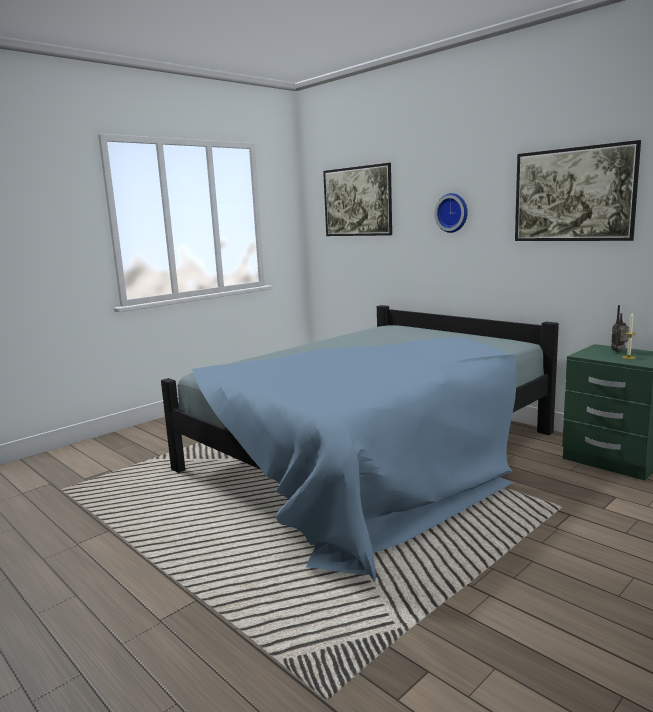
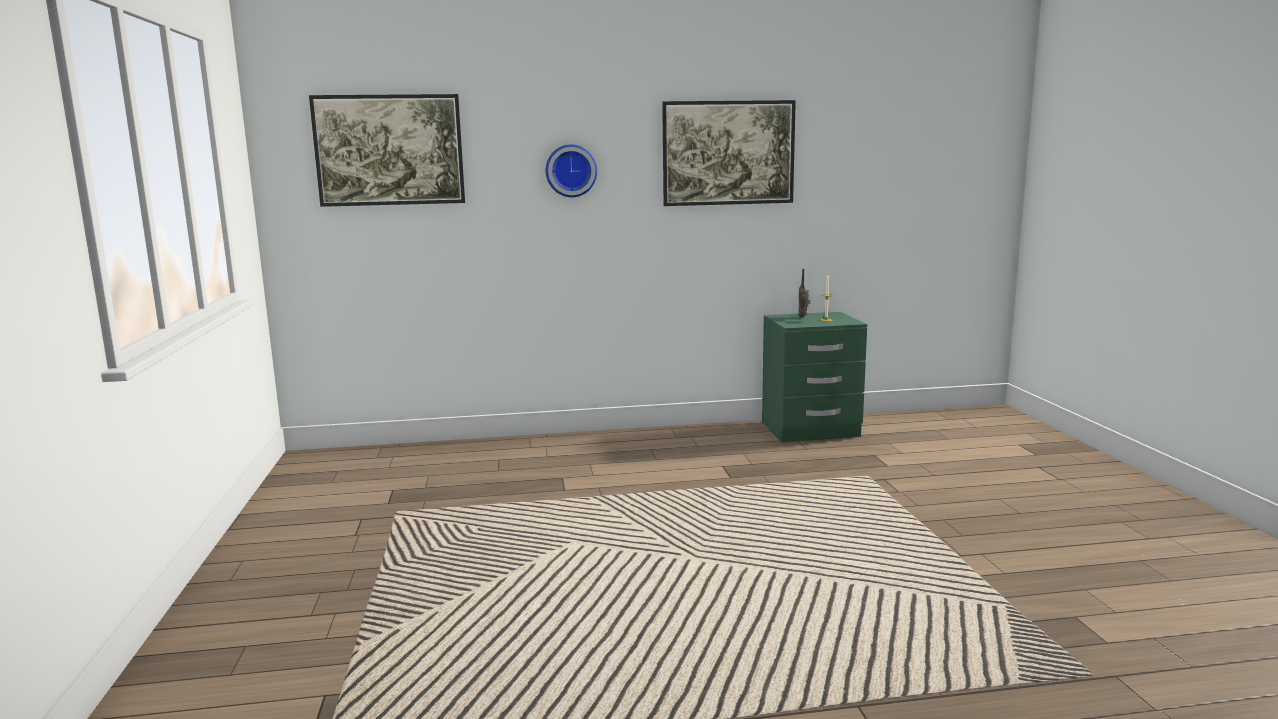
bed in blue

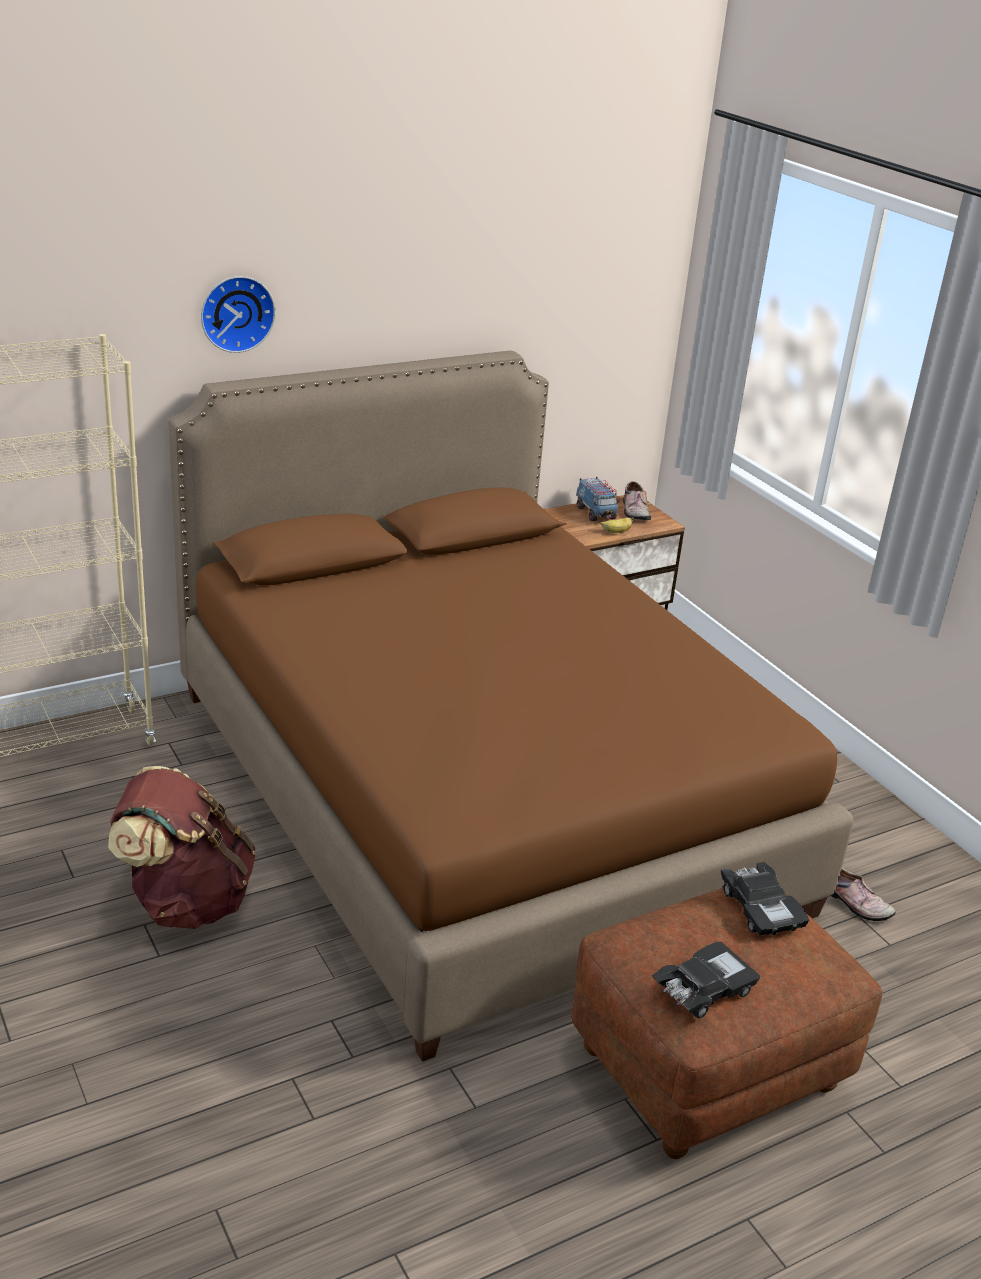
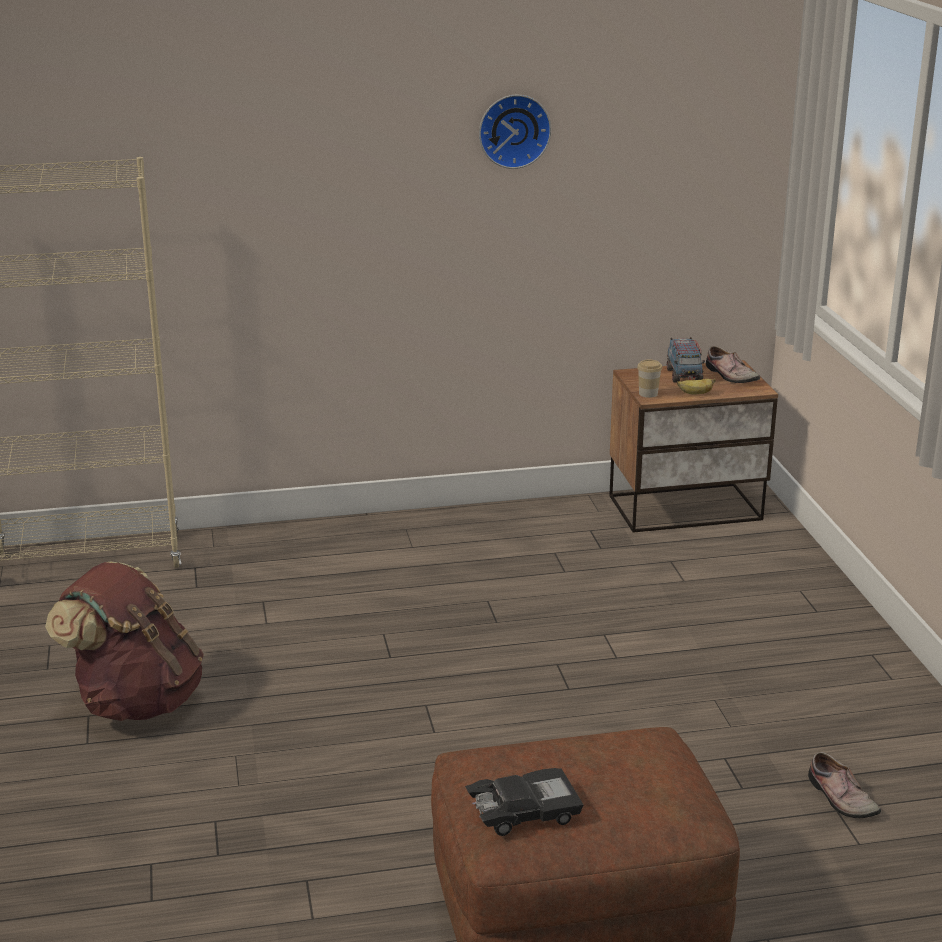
wall clock
bed in brown
shoe (1st from left)
toy car in black (2nd from left in the first image)
cup

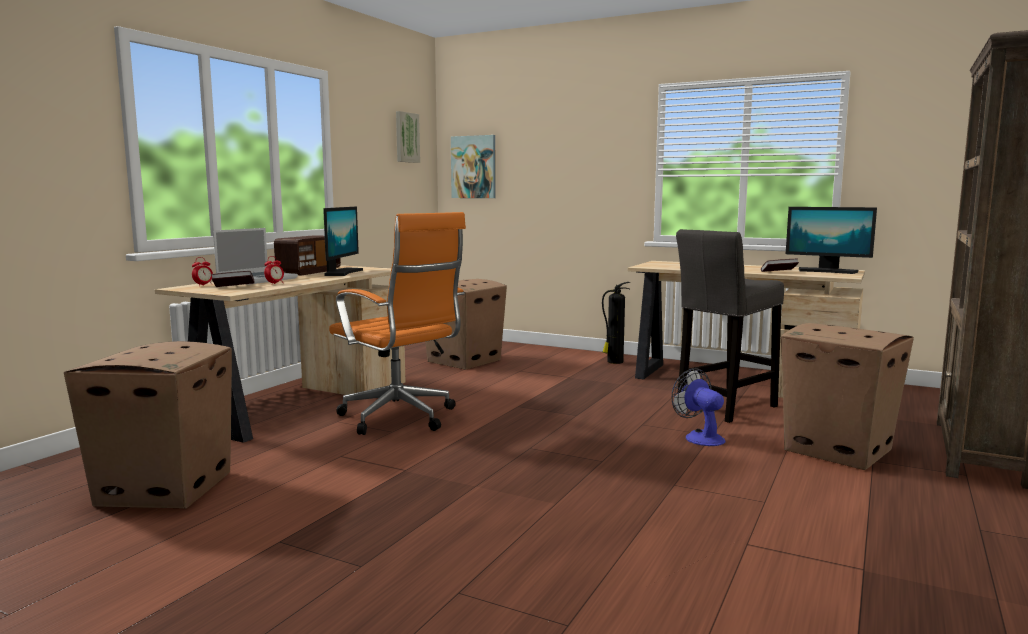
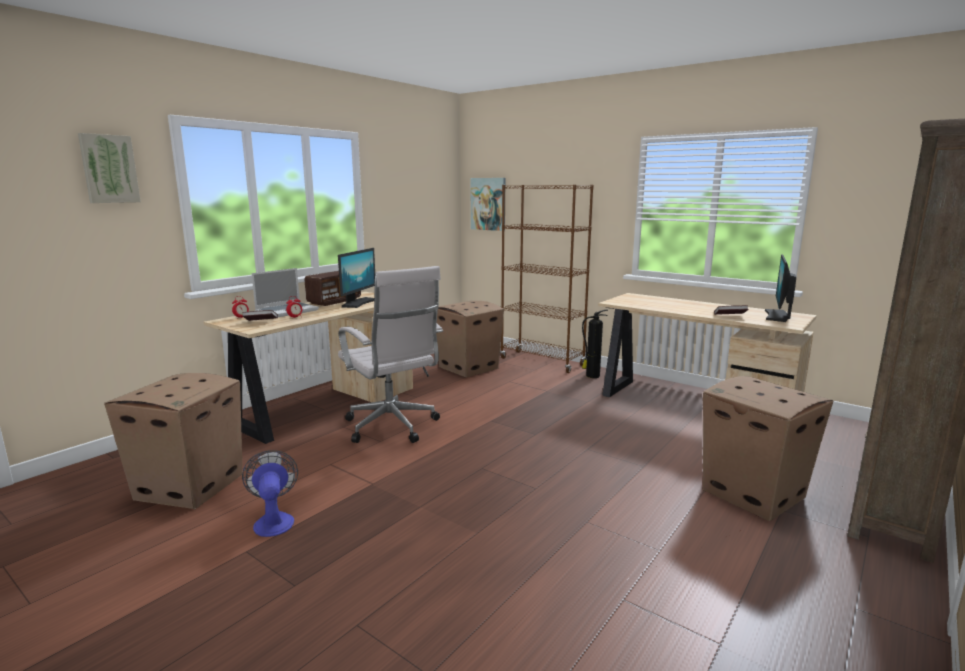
picture (1st from left)
monitor (2nd from left)
office chair in white
stool in grey
fan
bookcase in brown (1st from left)

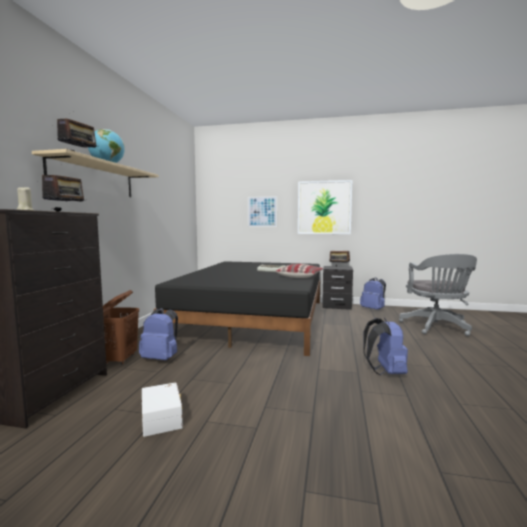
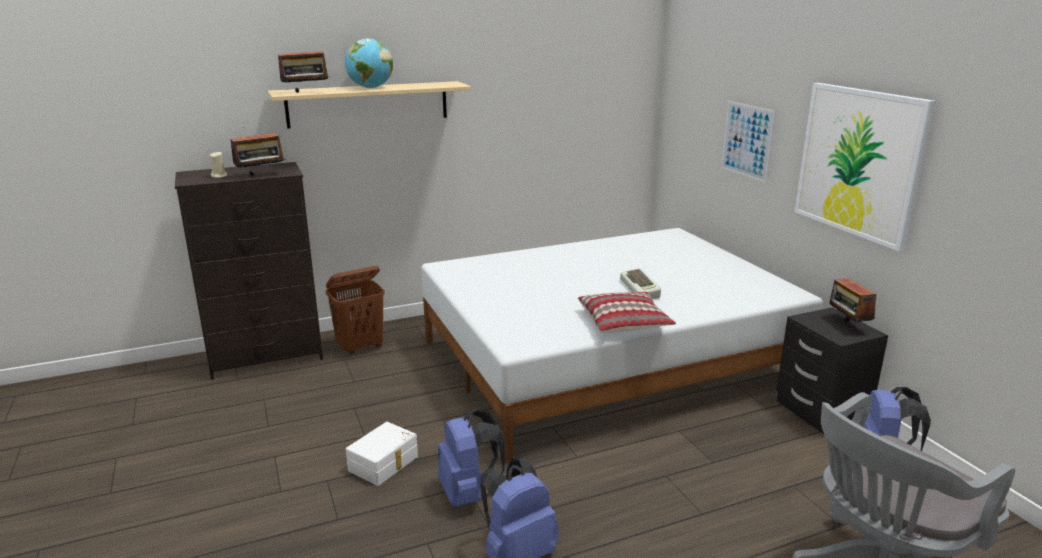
bed in white
backpack in blue (1st from left)
storage box in white

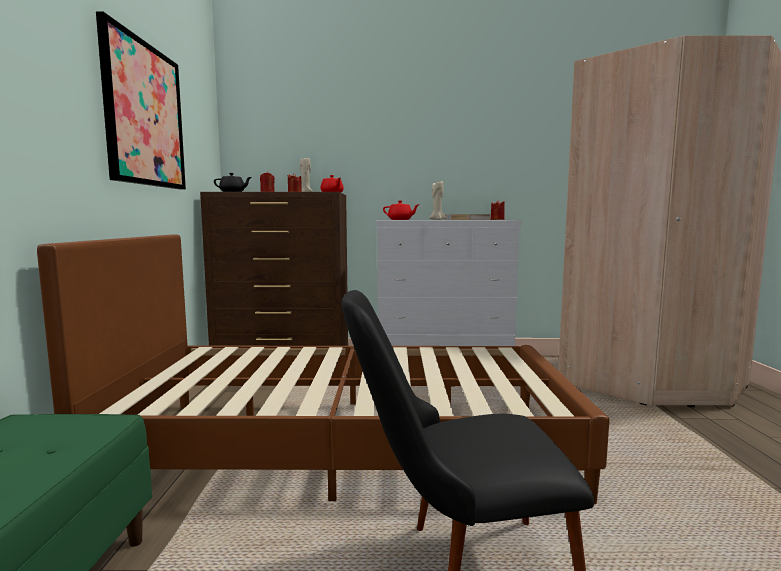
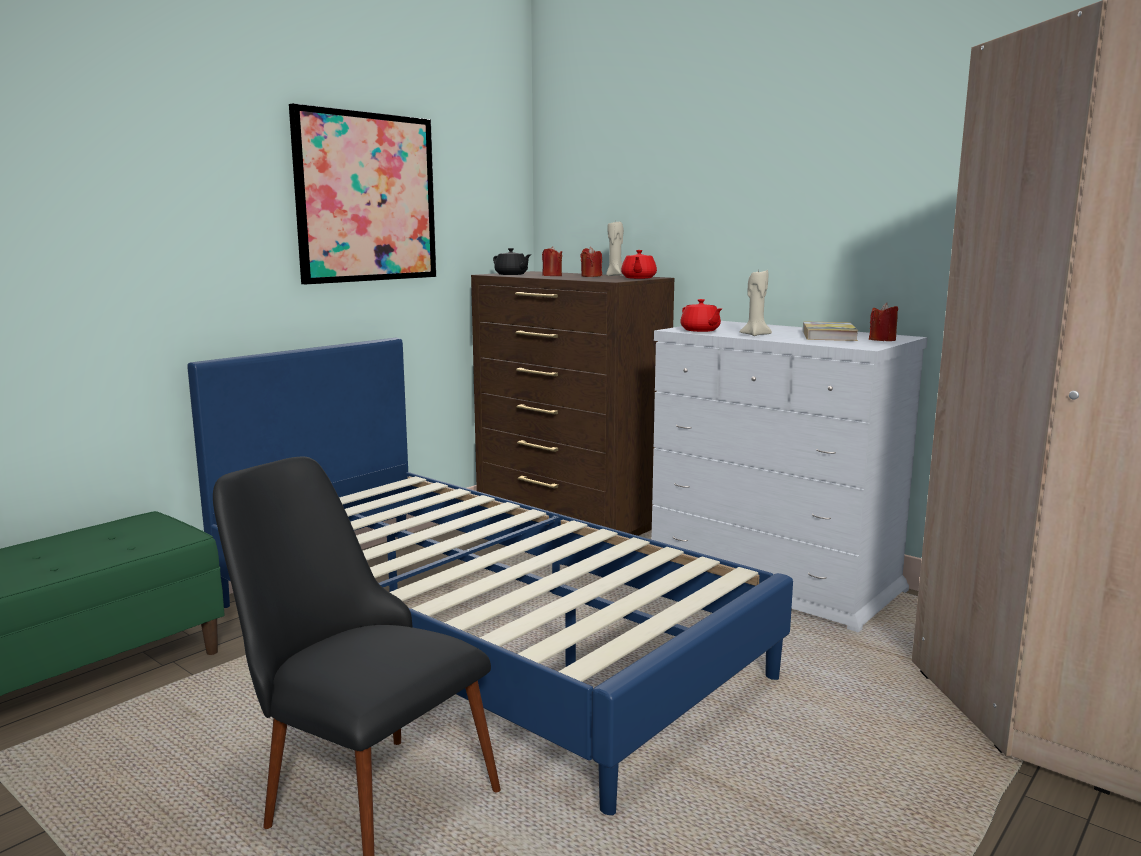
bed in blue

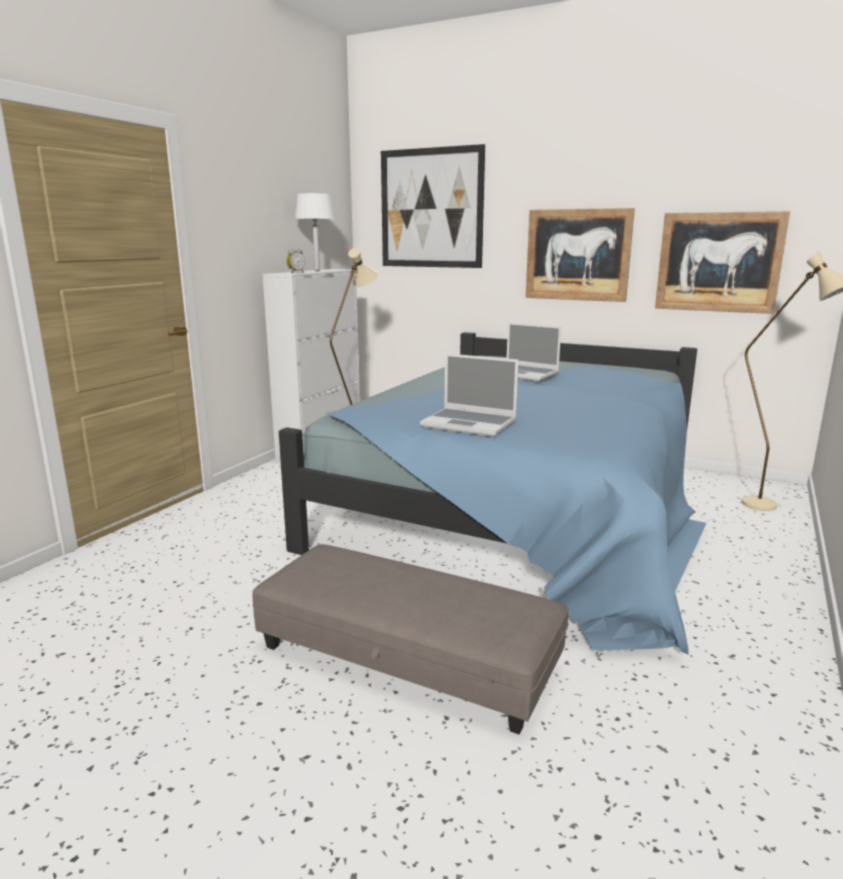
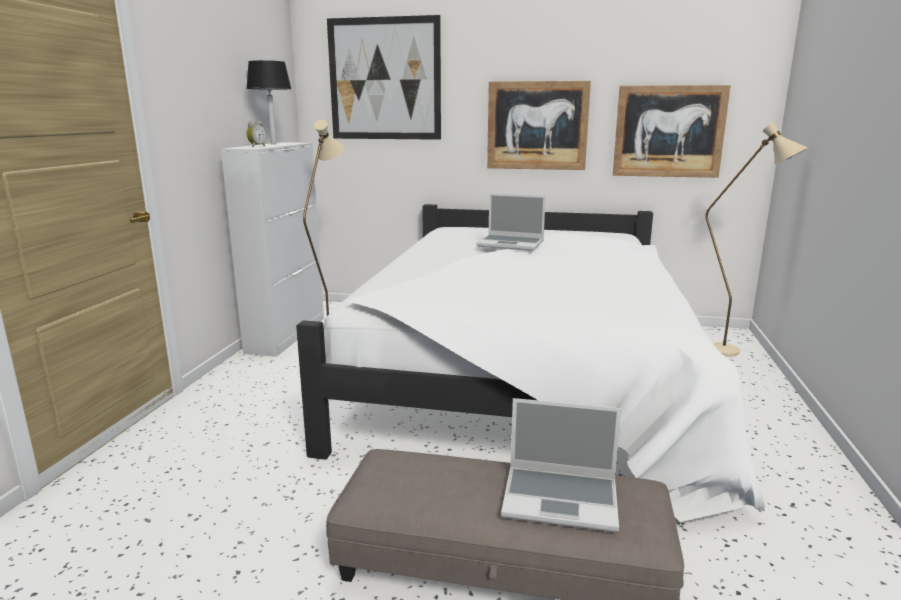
table lamp in black
bed in white
laptop (2nd from left)

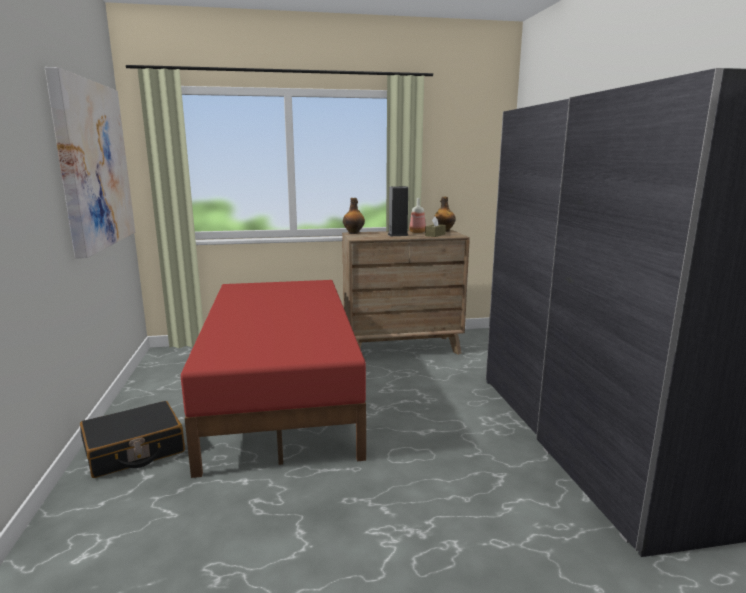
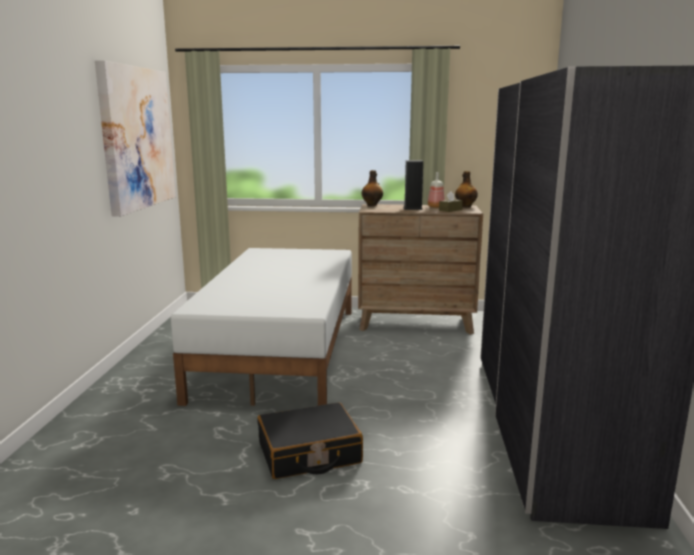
bed in white
suitcase in black

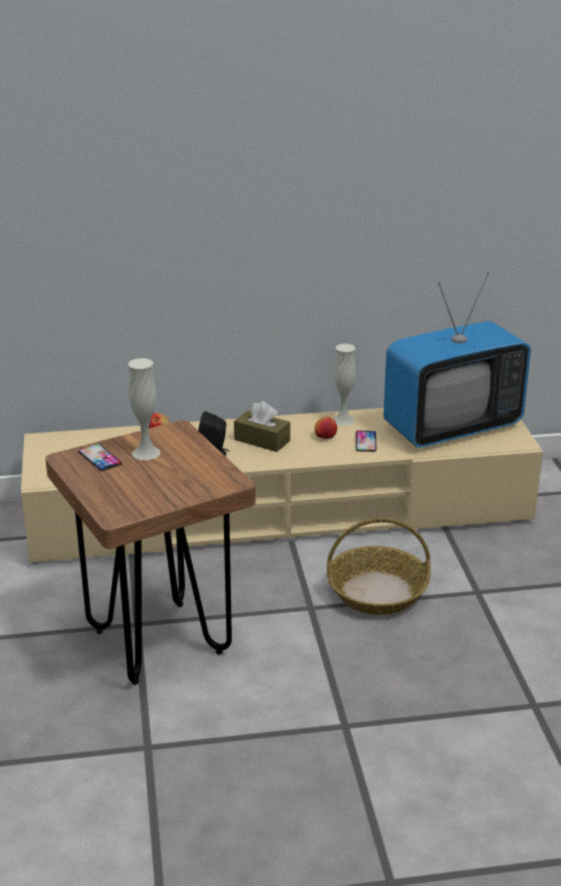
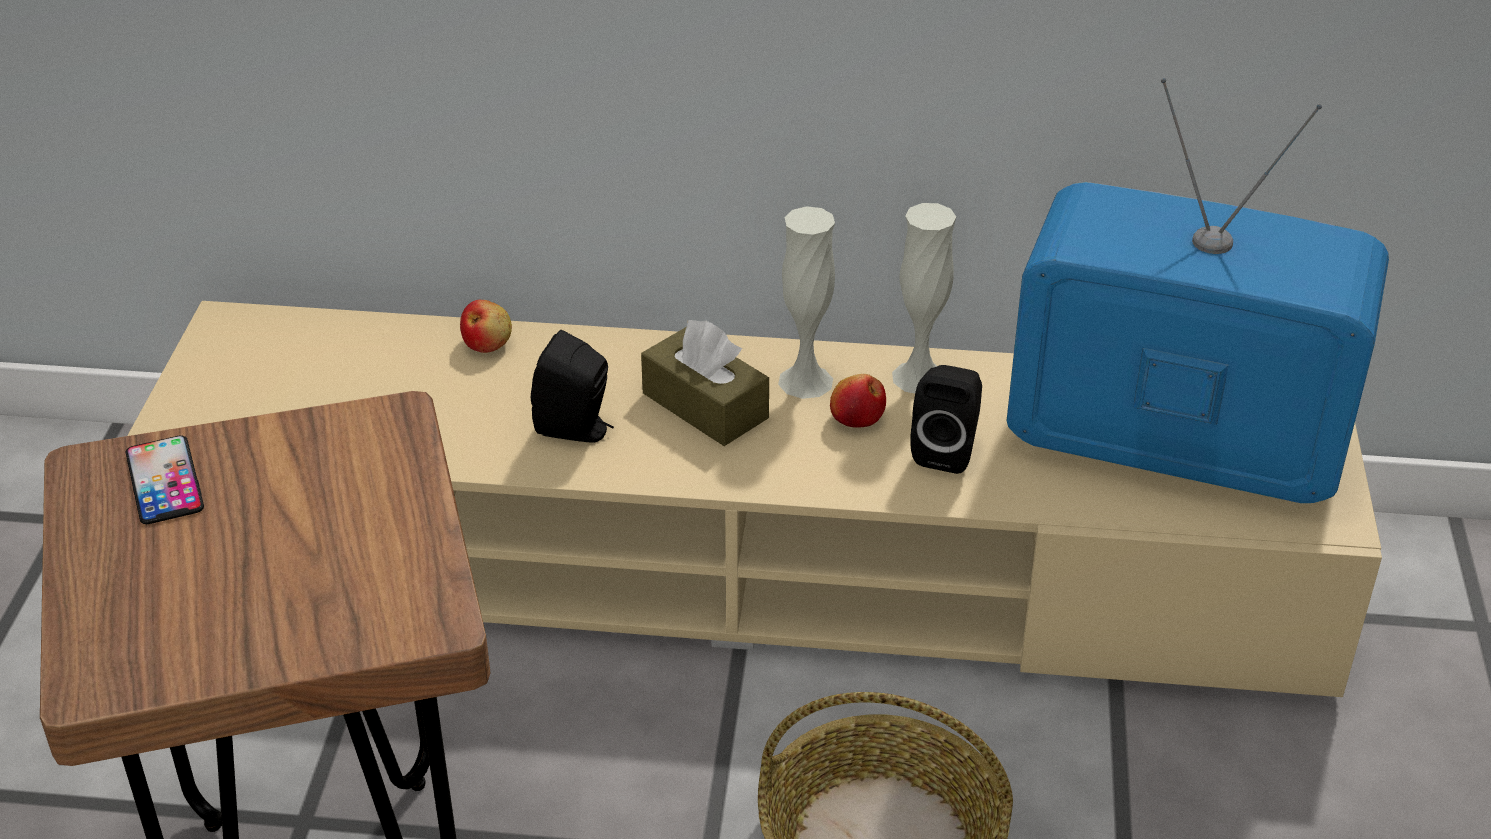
television
vase in white (1st from left)
speaker in black (2nd from left)

